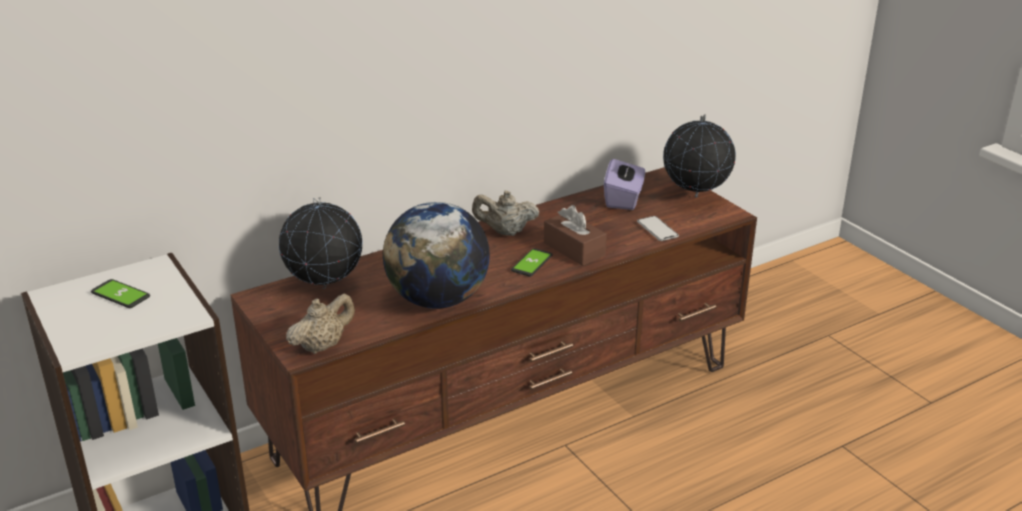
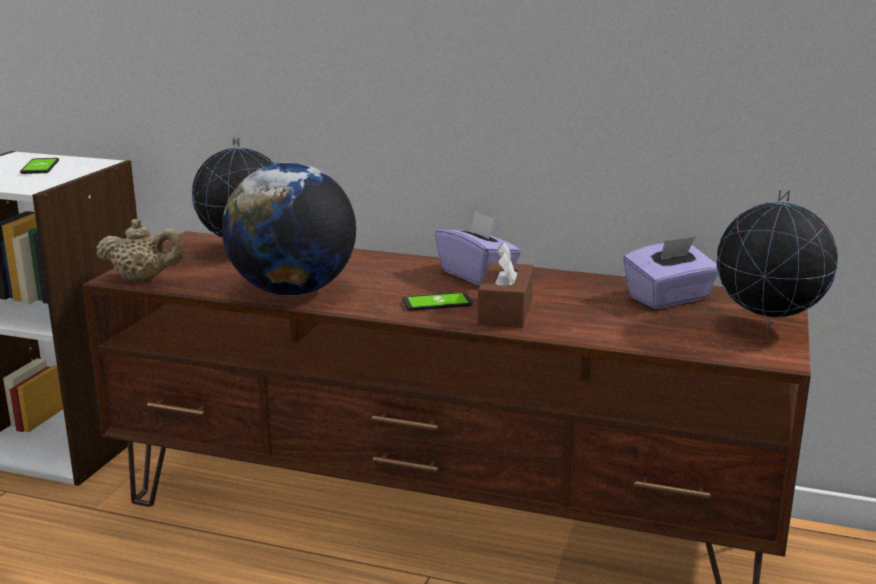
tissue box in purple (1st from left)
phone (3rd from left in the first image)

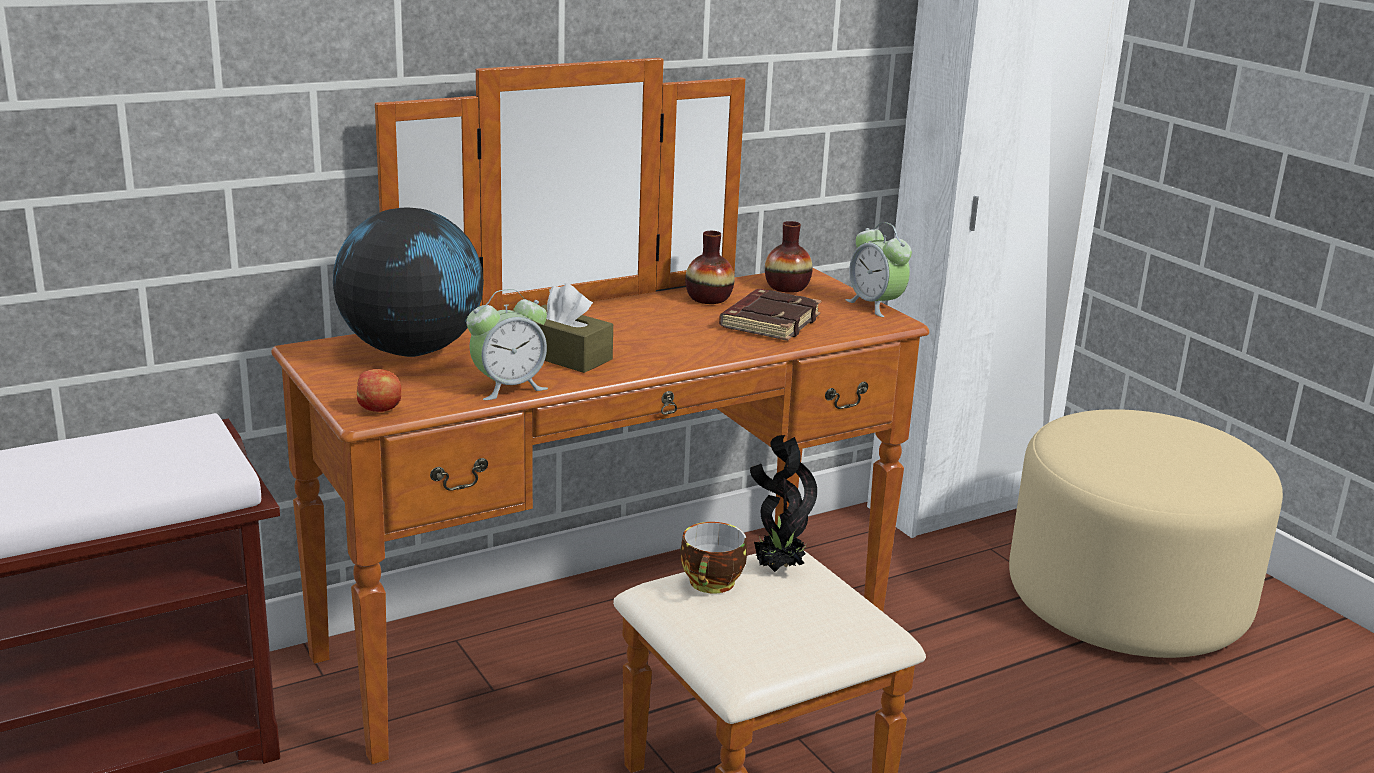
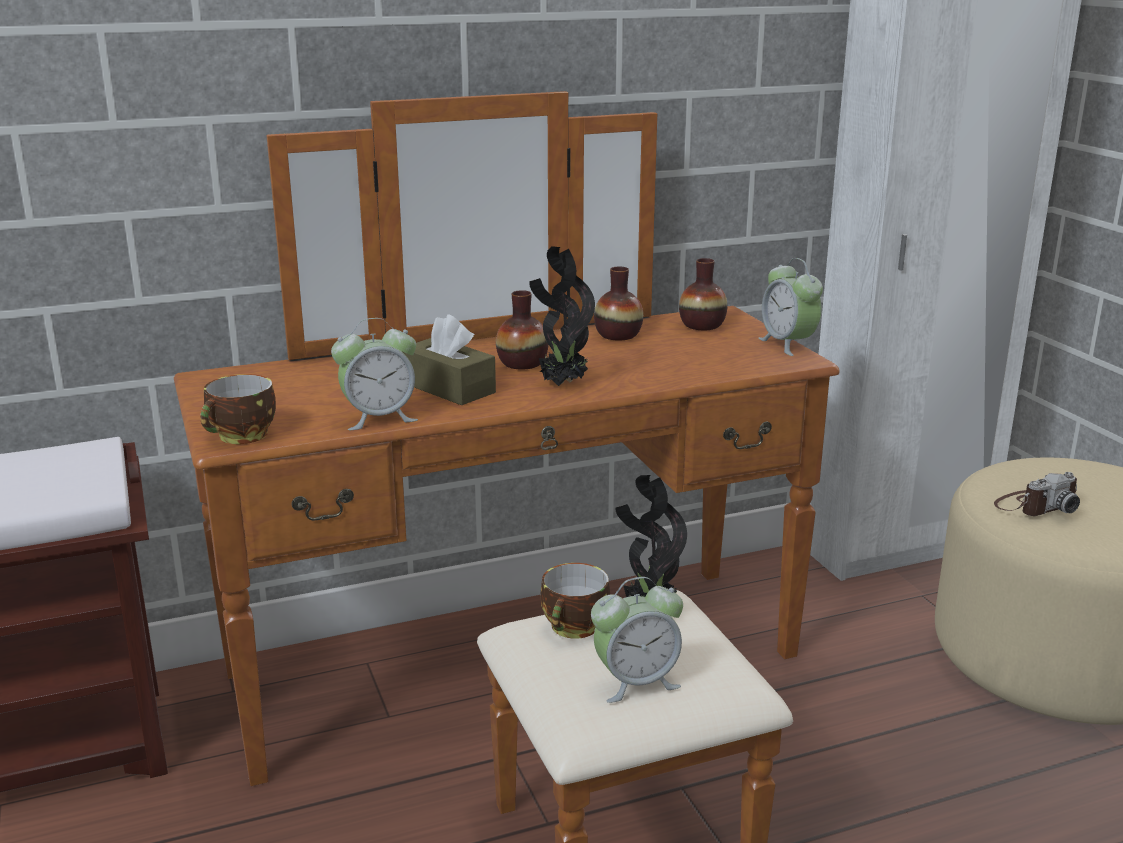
globe
book in brown
cup (1st from left)
potted plant (1st from left)
vase (1st from left)
photo camera
alarm clock (2nd from left)

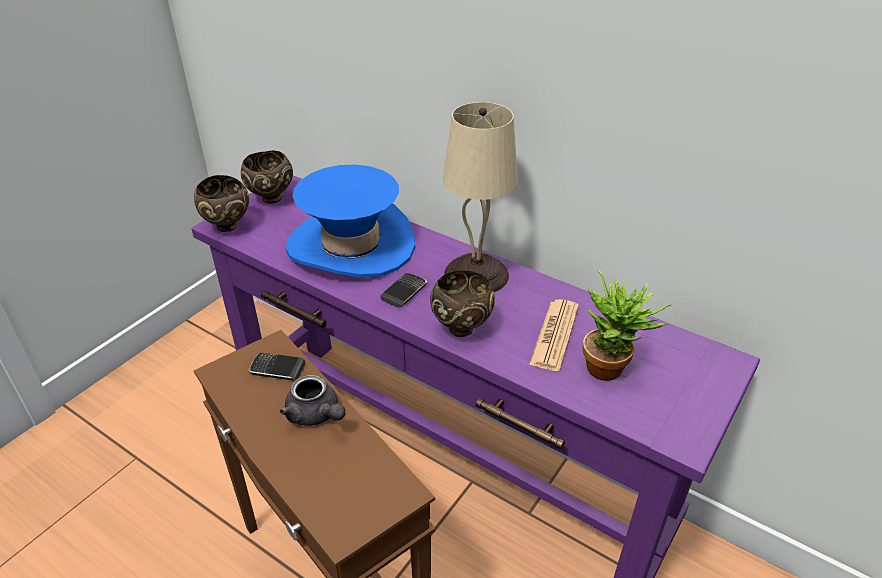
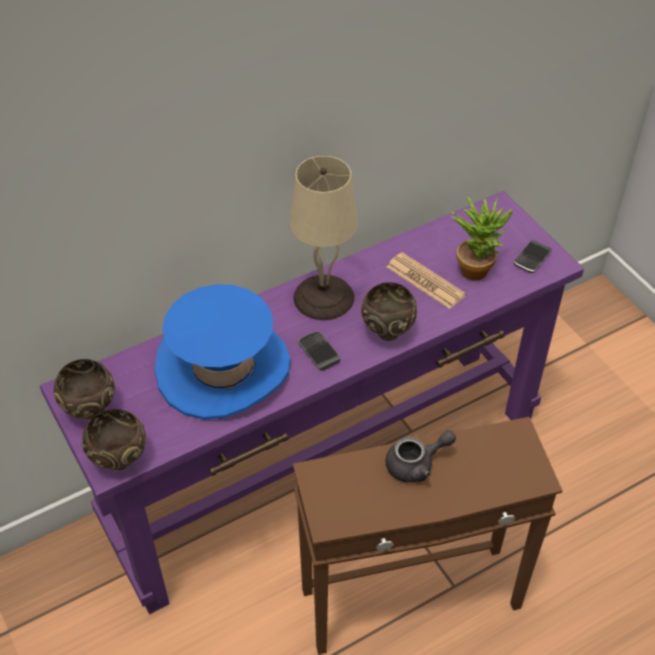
phone (2nd from left)

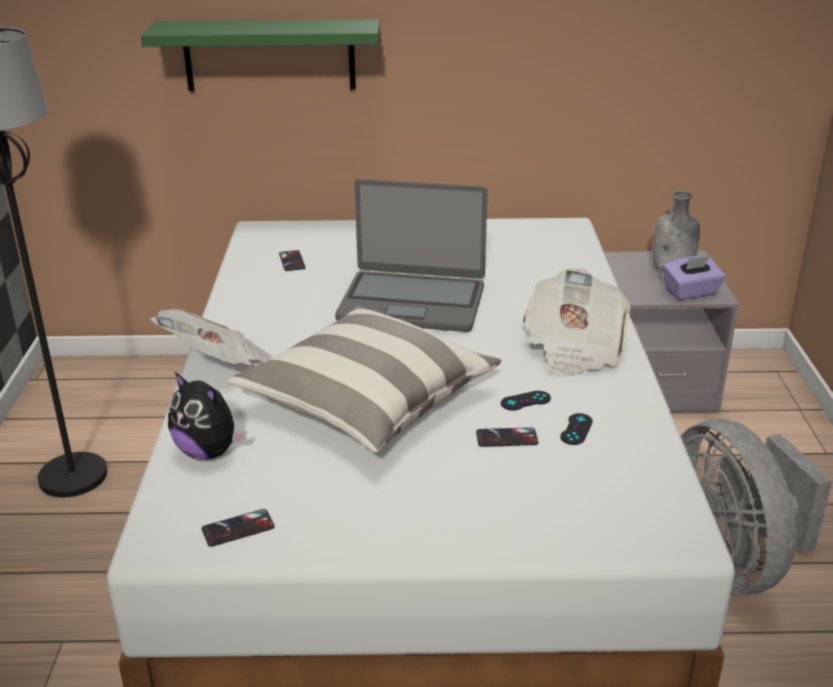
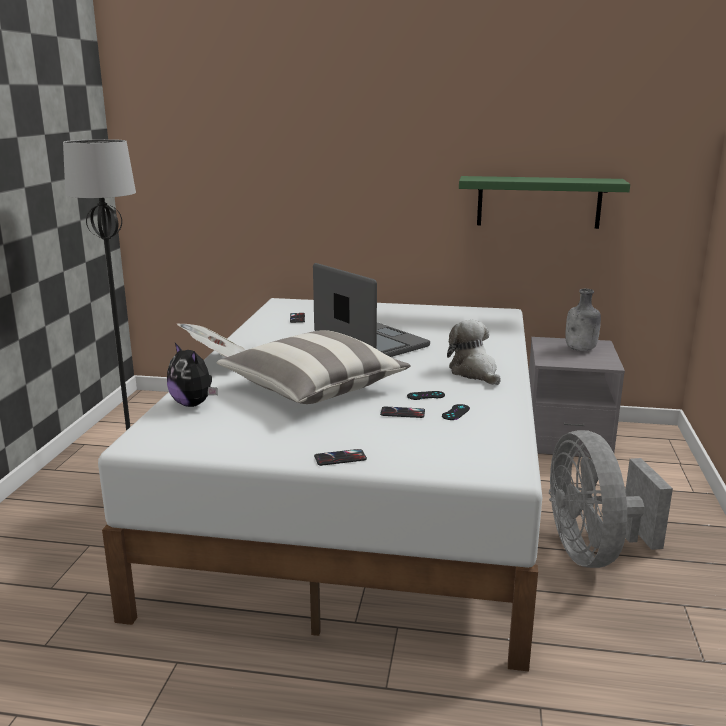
shelf in green
laptop
tissue box in purple
plush toy (2nd from left)
phone (2nd from left)

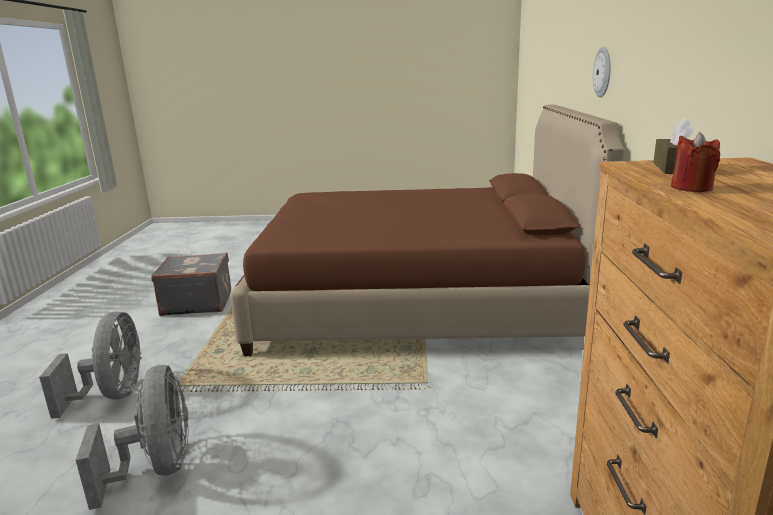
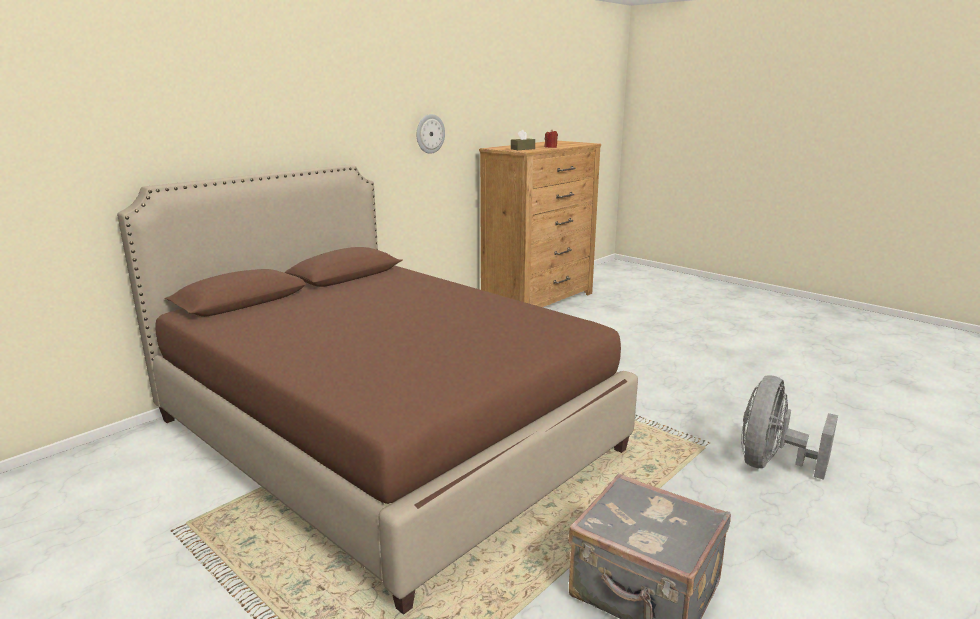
wall clock
fan in grey (2nd from left in the first image)

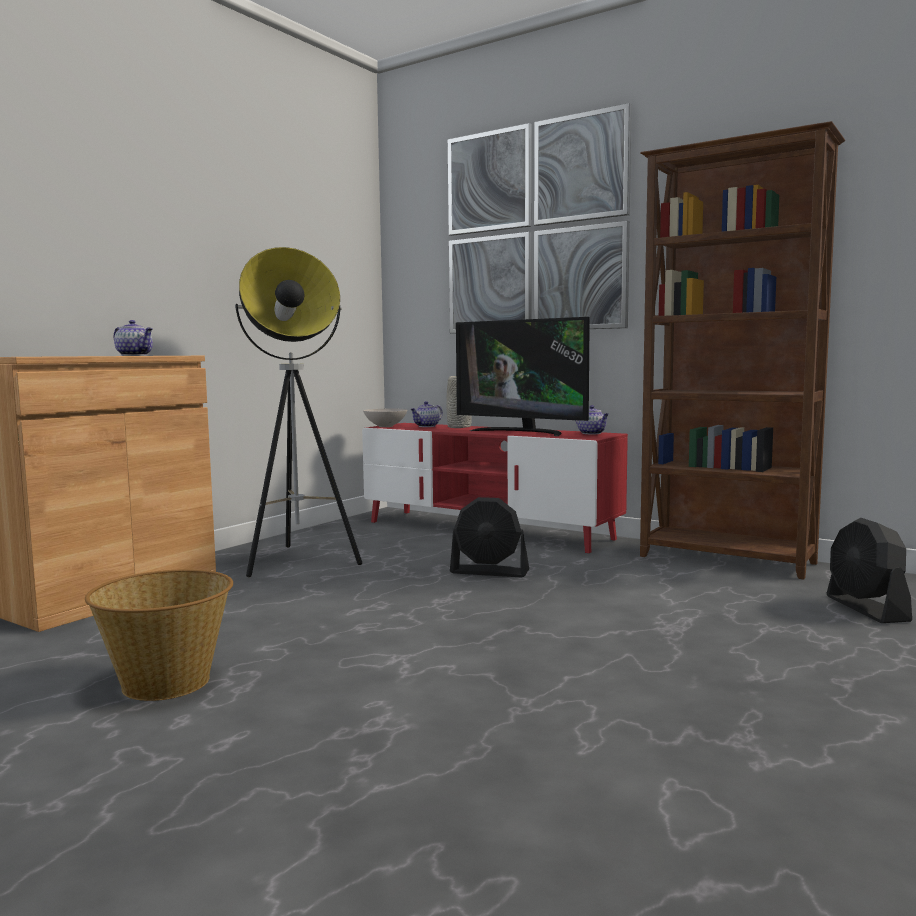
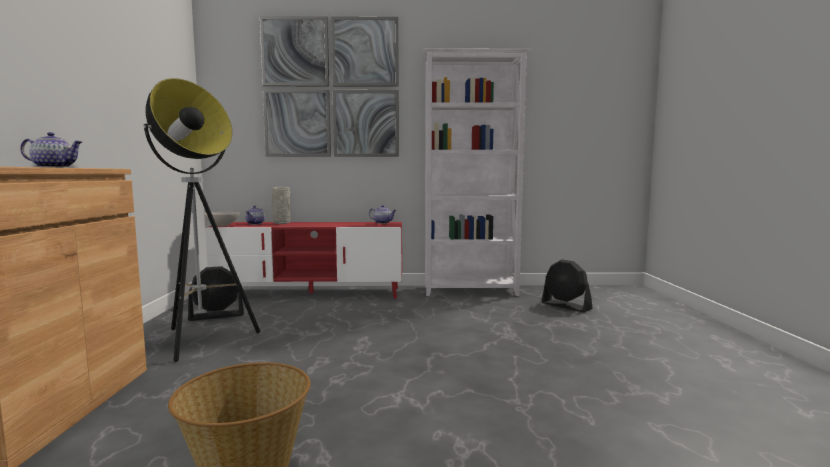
bookcase in white
television
fan in black (1st from left)

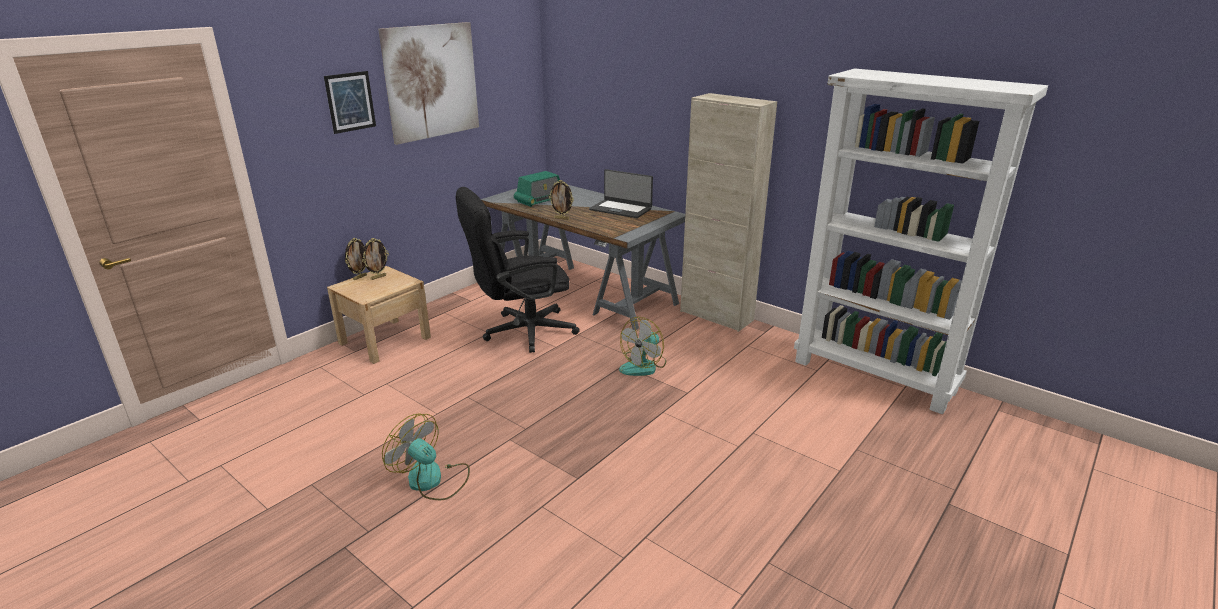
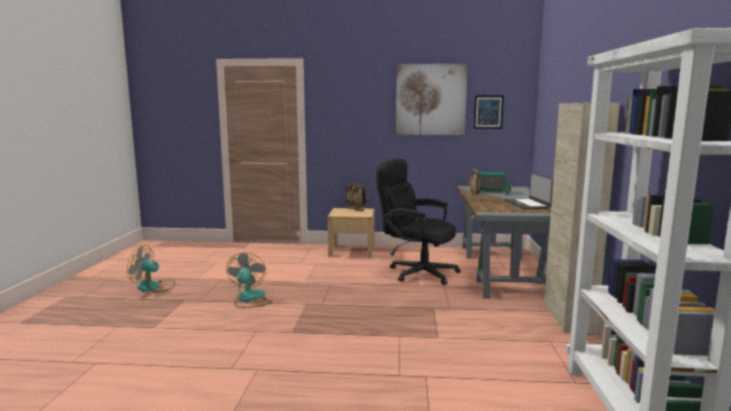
picture (2nd from left)
fan (1st from left)

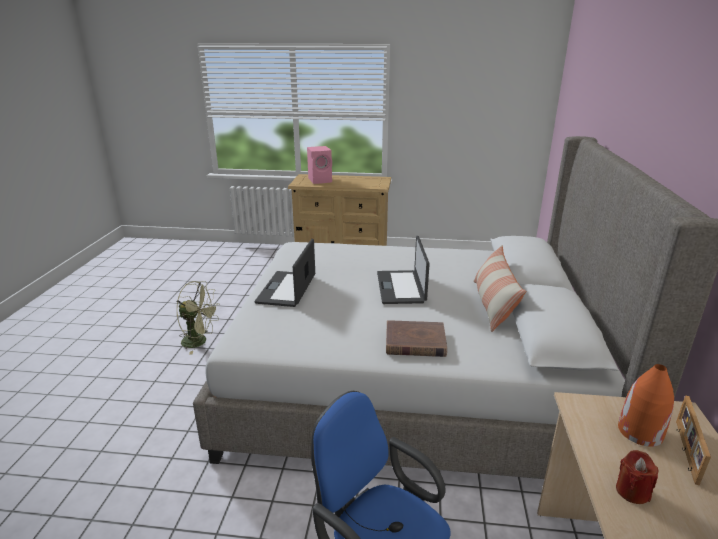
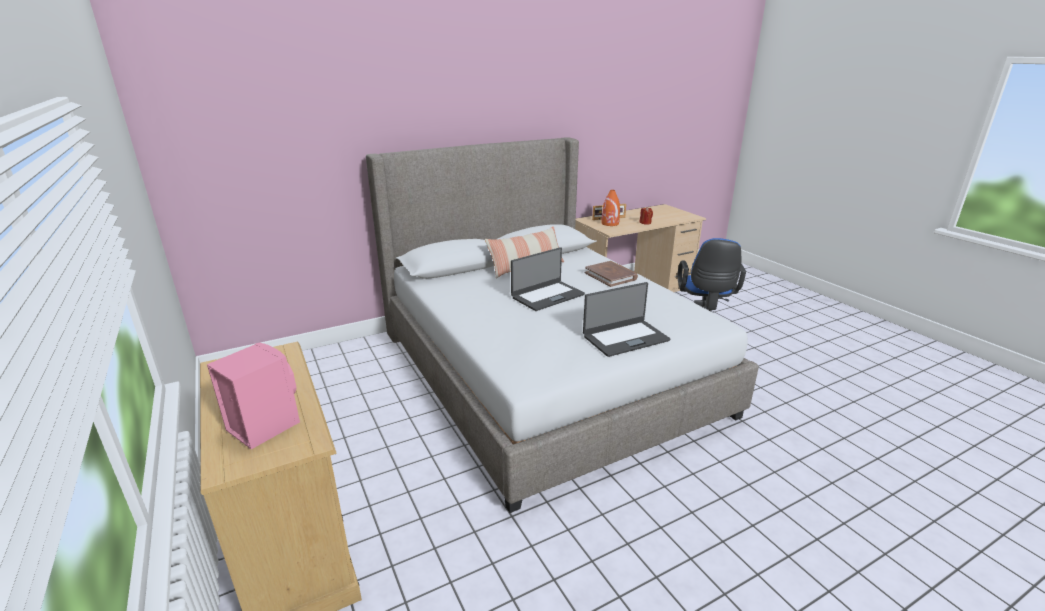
fan in green

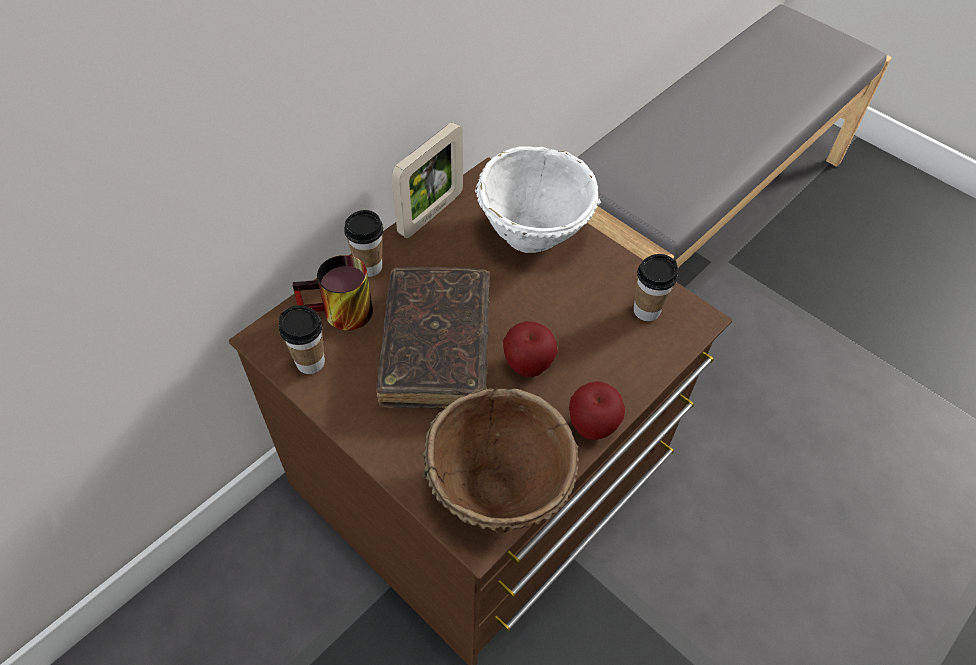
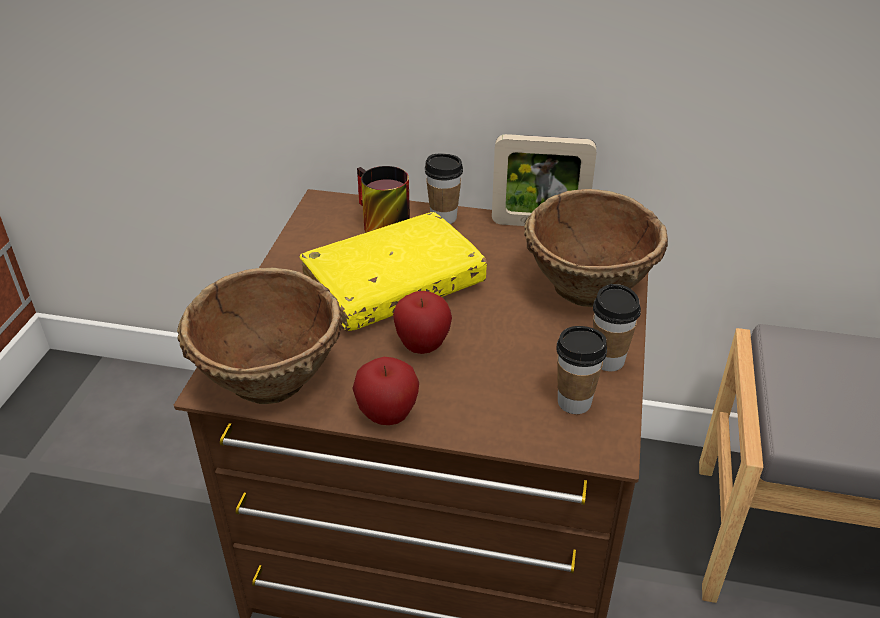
bowl in brown (2nd from left)
book in yellow
cup (3rd from left)

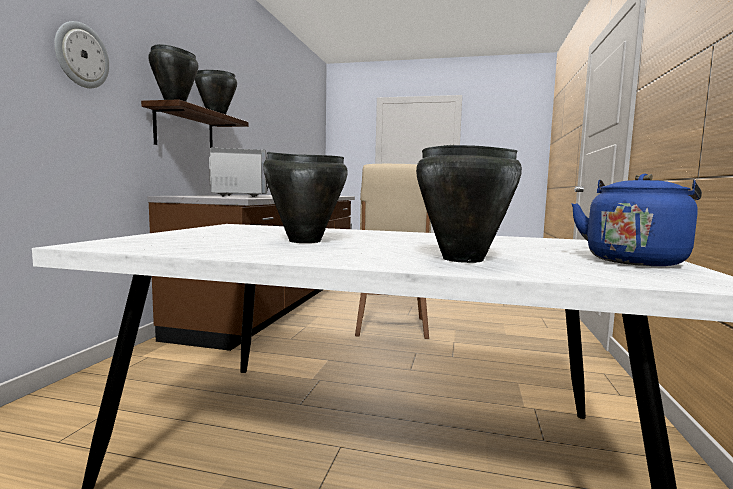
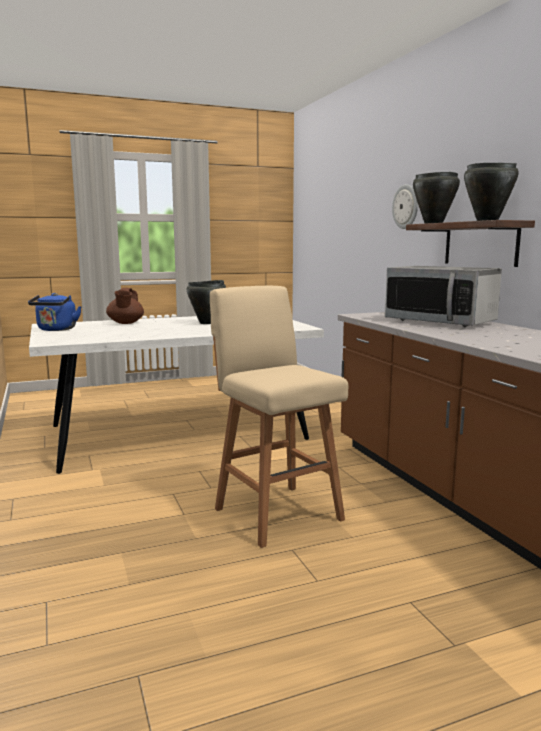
teapot in brown

